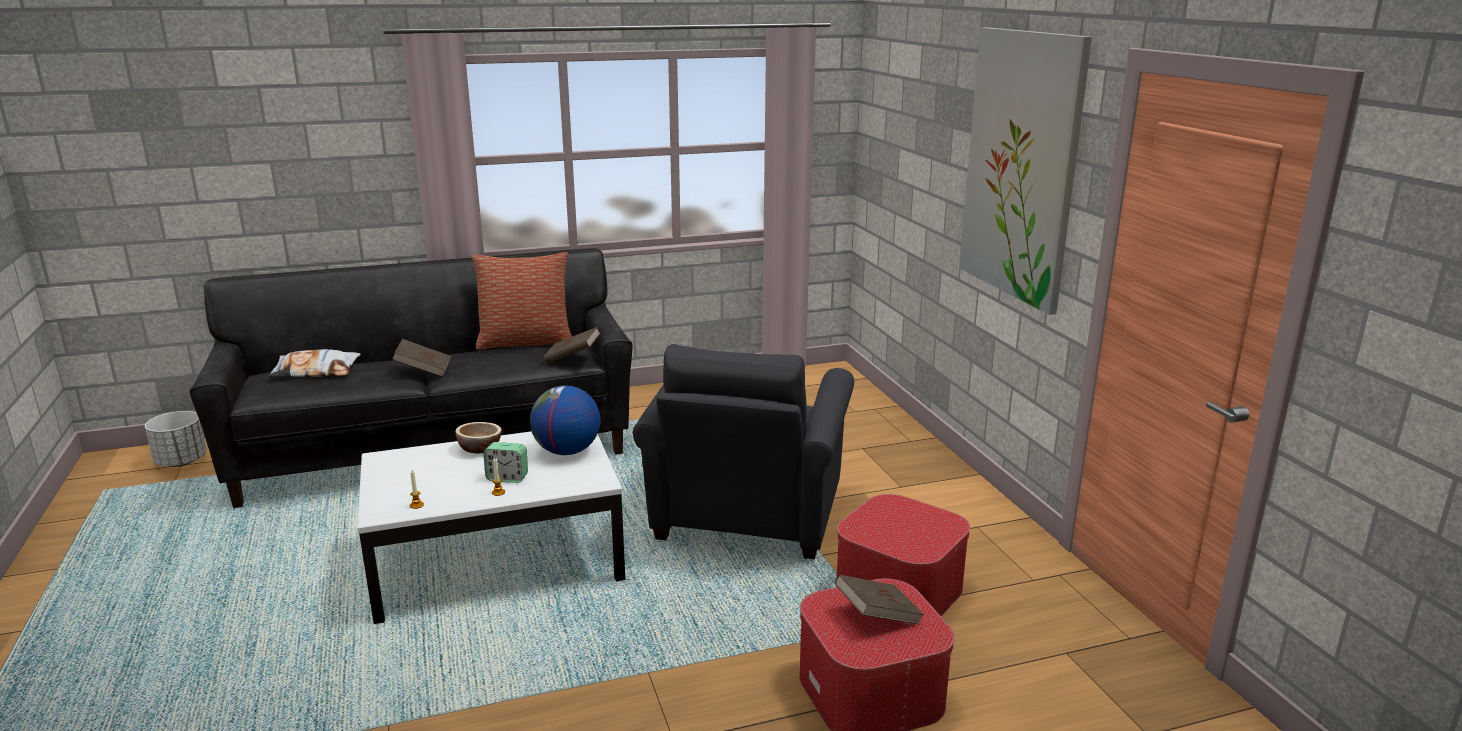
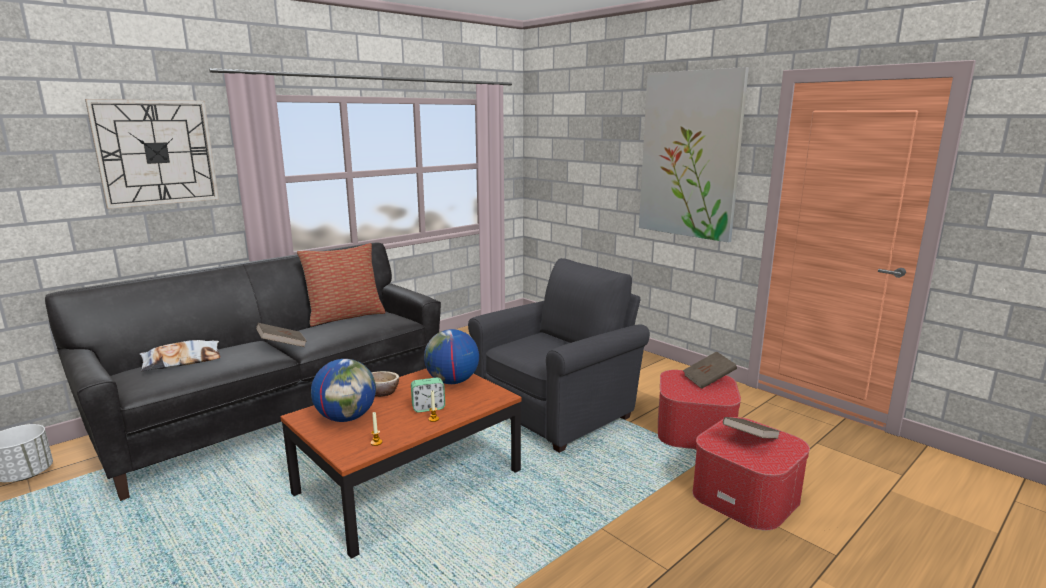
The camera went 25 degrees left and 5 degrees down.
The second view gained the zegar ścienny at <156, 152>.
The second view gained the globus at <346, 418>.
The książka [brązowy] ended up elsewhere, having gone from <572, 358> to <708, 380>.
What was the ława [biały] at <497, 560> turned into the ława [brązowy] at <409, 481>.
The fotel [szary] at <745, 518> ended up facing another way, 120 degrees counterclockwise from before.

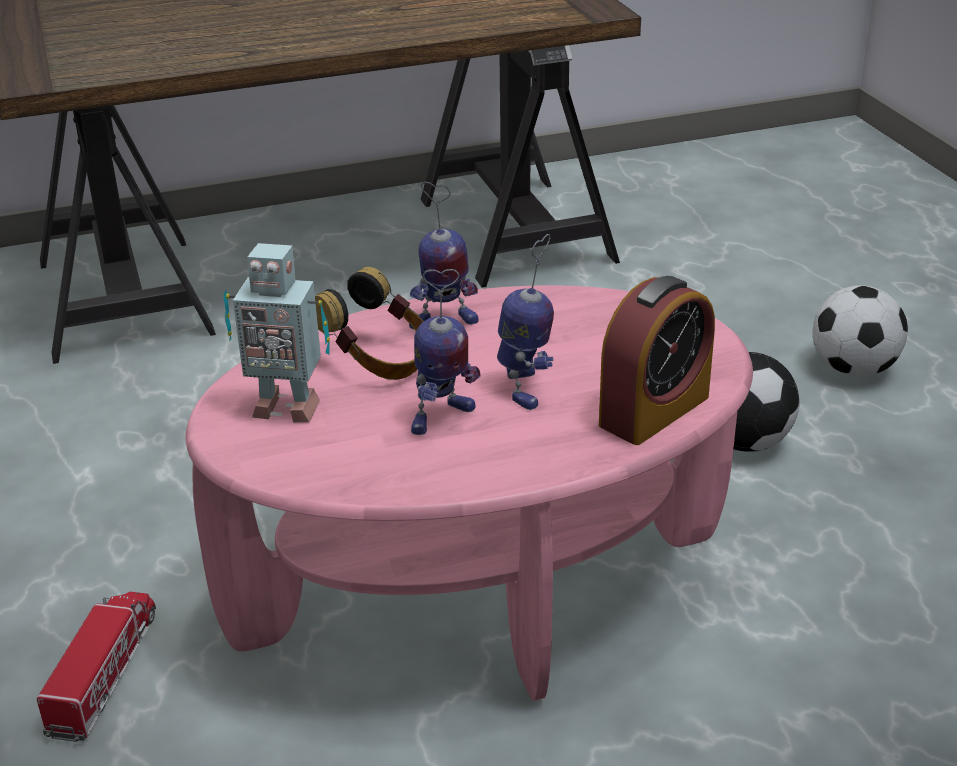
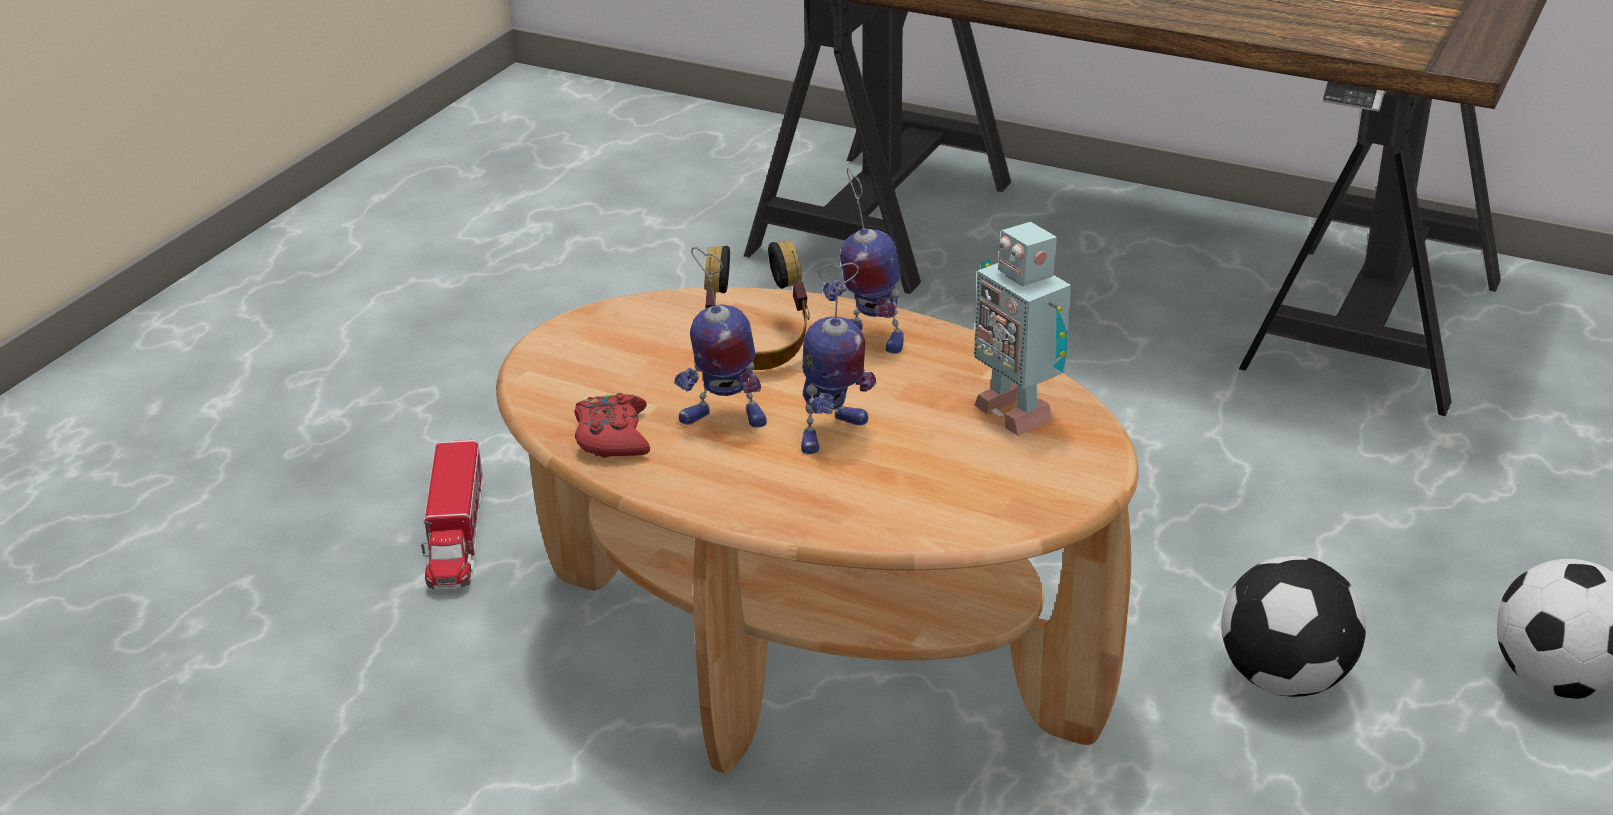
The camera went 45 degrees right and 0 degrees up.
The second view lost the budzik at <654, 411>.
The second view gained the pad do gier [czerwony] at <612, 437>.
The robot zabawkowy ended up elsewhere, having gone from <285, 406> to <1016, 410>.
What was the ława [różowy] at <482, 591> turned into the ława [brązowy] at <811, 655>.
The ciężarówka zabawkowa at <105, 673> ended up facing another way, 120 degrees clockwise from before.

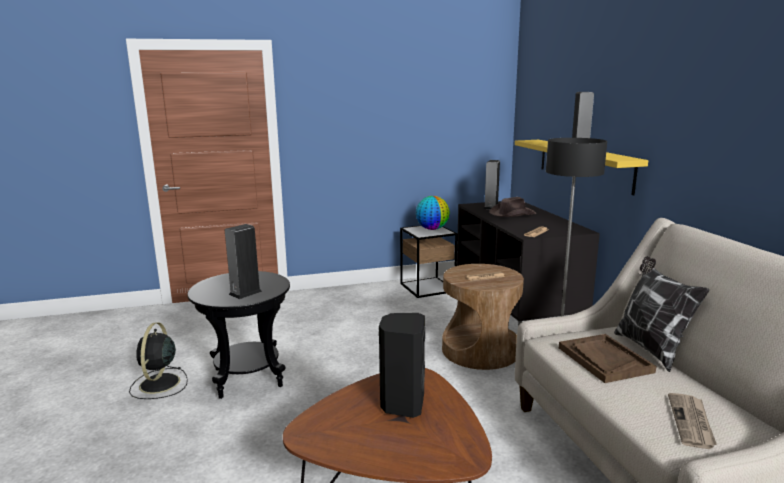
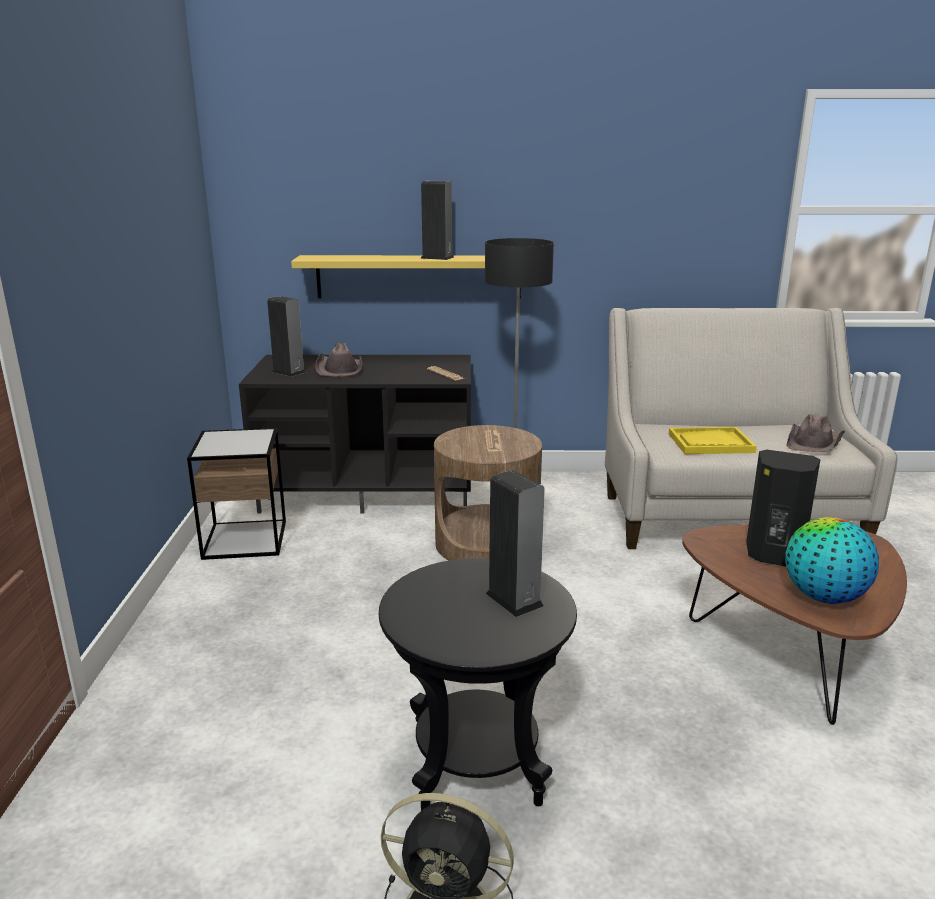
The camera went 75 degrees left and 5 degrees up.
The second view lost the poduszka at <650, 349>.
The globus ended up elsewhere, having gone from <432, 229> to <823, 597>.
Where the gazeta stood at <691, 422>, the kapelusz [brązowy] came to stand at <814, 442>.
What was the taca [brązowy] at <604, 360> turned into the taca [żółty] at <710, 443>.

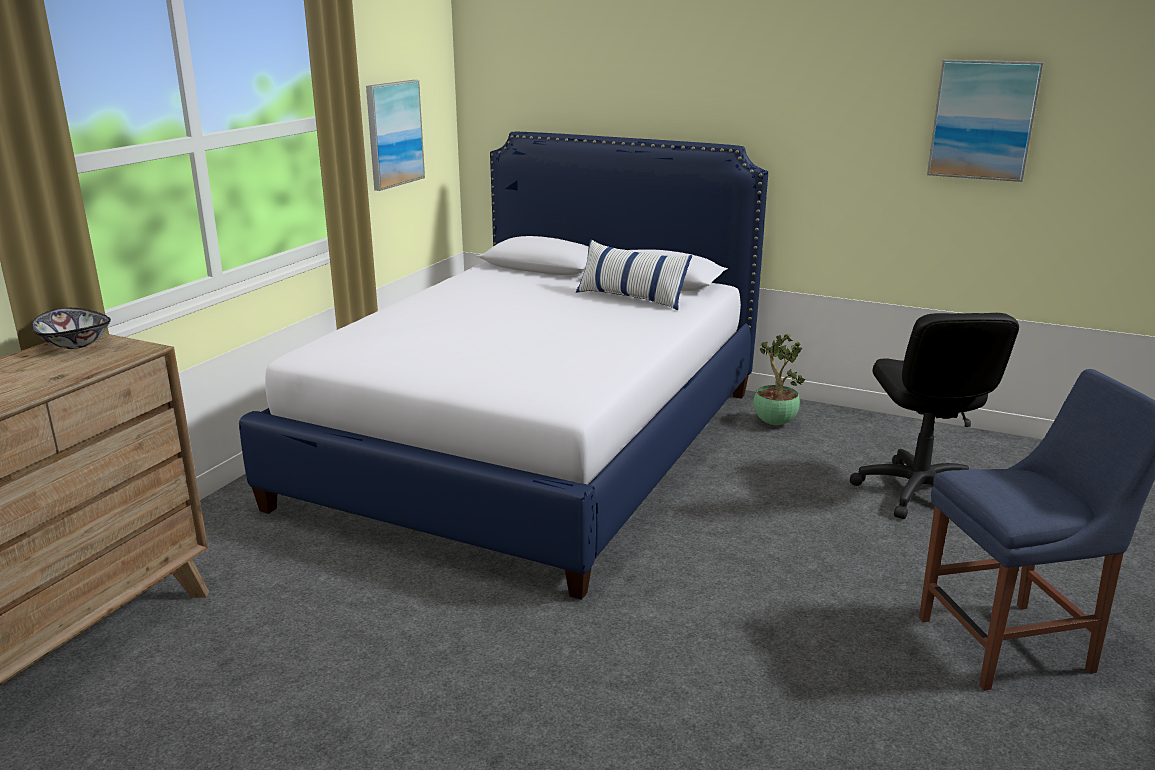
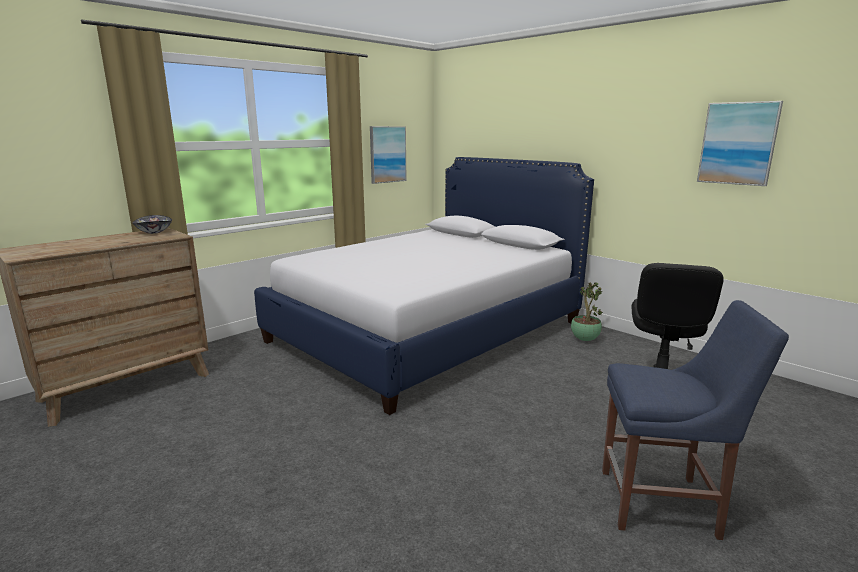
The camera went 20 degrees right and 5 degrees down.
The second view lost the poduszka at <631, 298>.

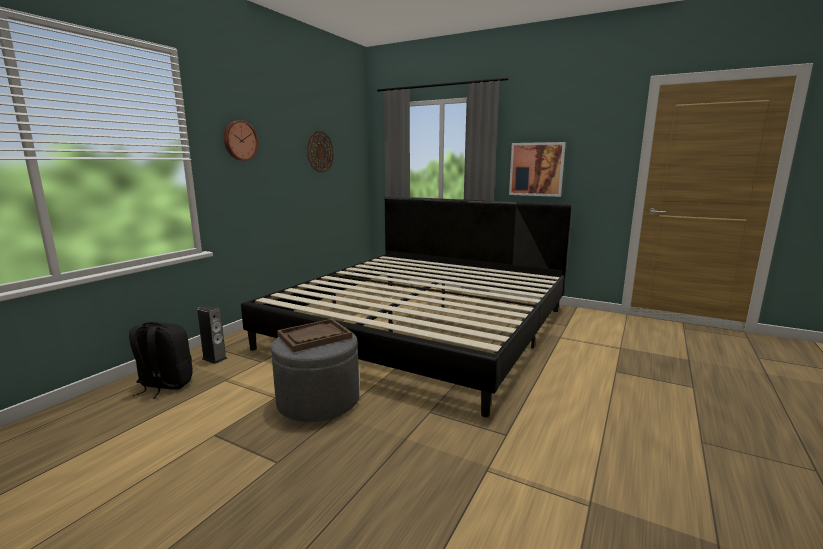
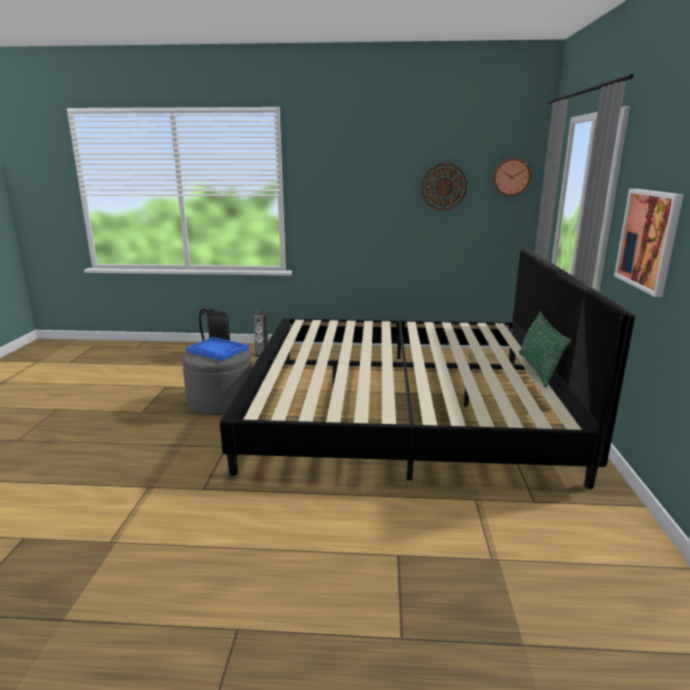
The camera went 65 degrees right and 5 degrees up.
The second view gained the poduszka [zielony] at <538, 369>.
The zegar ścienny ended up elsewhere, having gone from <239, 140> to <511, 177>.
What was the taca [brązowy] at <314, 337> turned into the taca [niebieski] at <217, 350>.

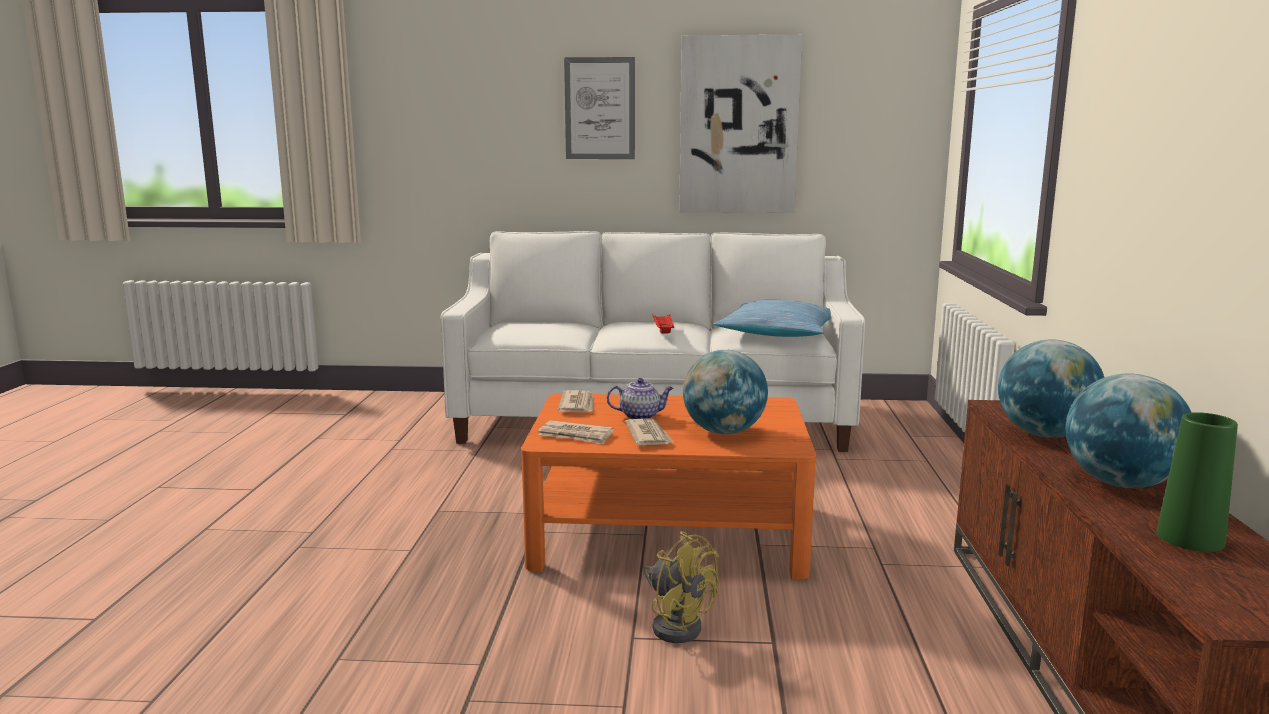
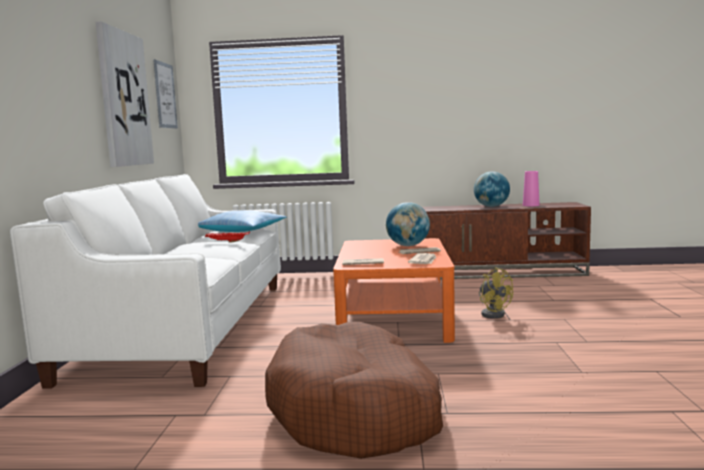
The camera went 90 degrees left and 5 degrees down.
The second view lost the imbryk at <640, 416>.
The second view lost the globus at <1045, 435>.
The second view gained the legowisko [brązowy] at <355, 411>.
The obraz ended up elsewhere, having gone from <600, 108> to <165, 95>.
What was the wazon [zielony] at <1190, 538> turned into the wazon [różowy] at <531, 205>.
The wentylator [żółty] at <676, 624> ended up facing another way, 105 degrees clockwise from before.

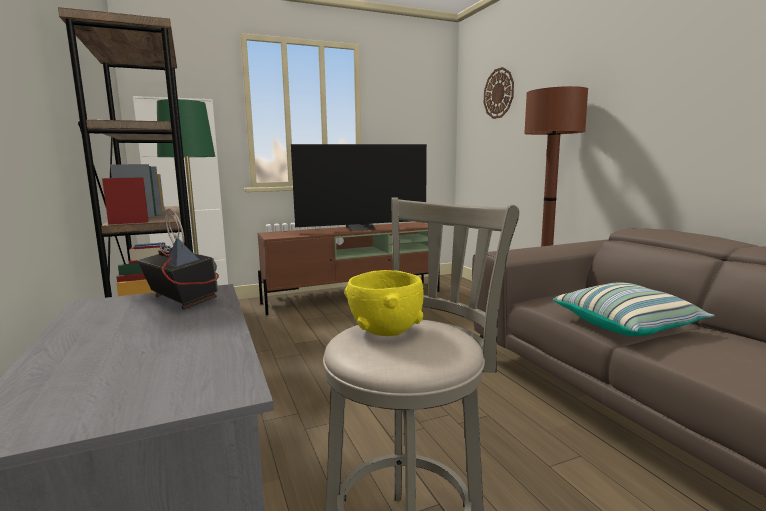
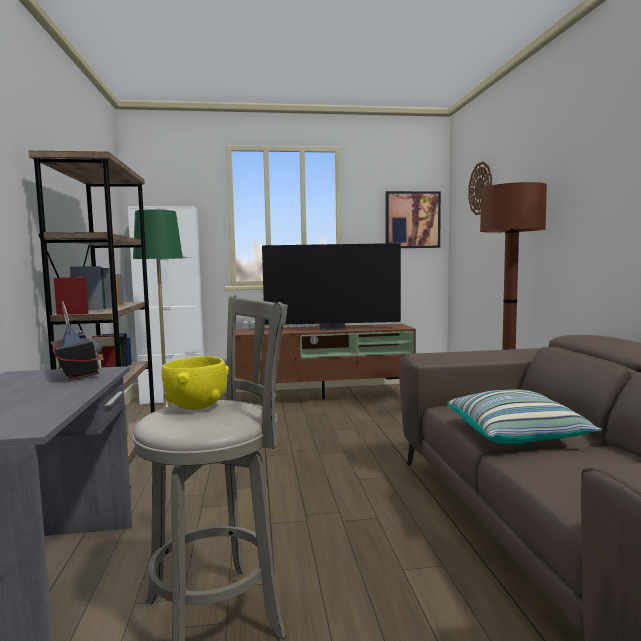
The camera went 15 degrees right and 5 degrees down.
The second view gained the obraz at <412, 220>.

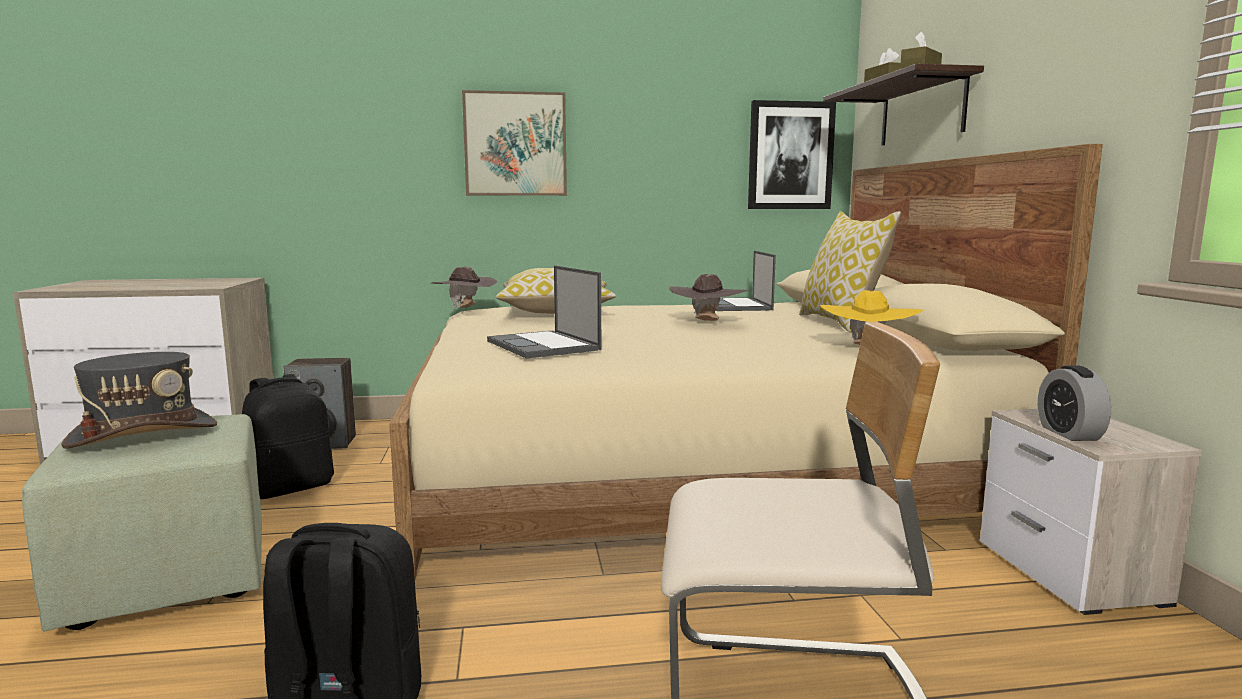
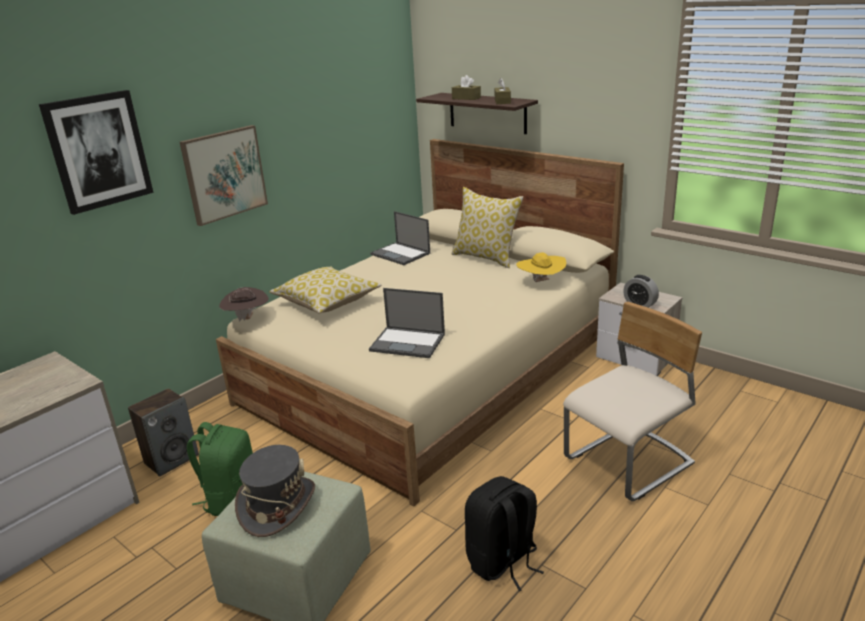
The camera went 40 degrees left and 15 degrees up.
The second view lost the kapelusz [brązowy] at <707, 322>.
The obraz ended up elsewhere, having gone from <790, 156> to <98, 151>.
What was the plecak [czarny] at <291, 487> turned into the plecak [zielony] at <230, 498>.

